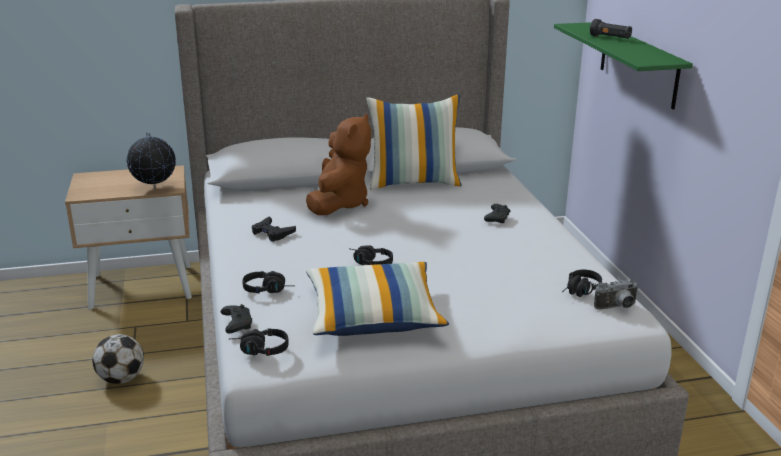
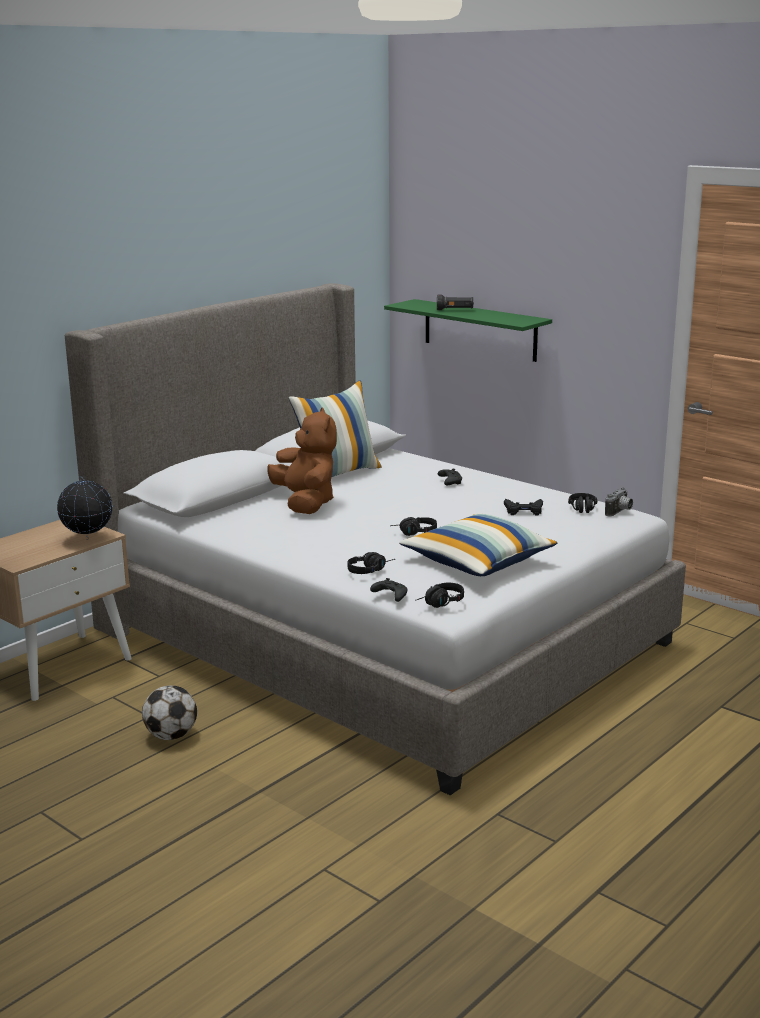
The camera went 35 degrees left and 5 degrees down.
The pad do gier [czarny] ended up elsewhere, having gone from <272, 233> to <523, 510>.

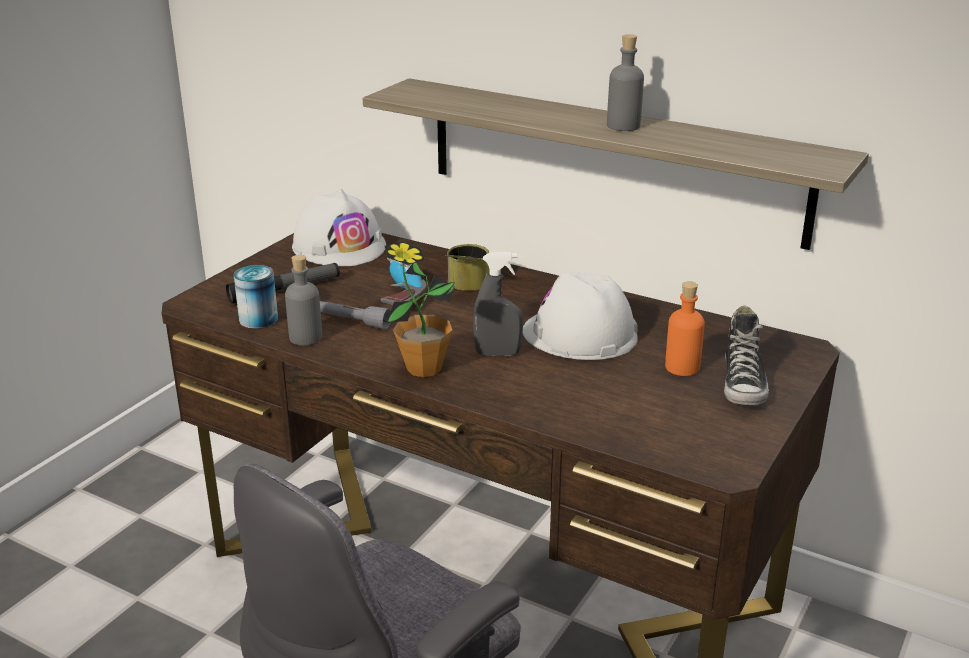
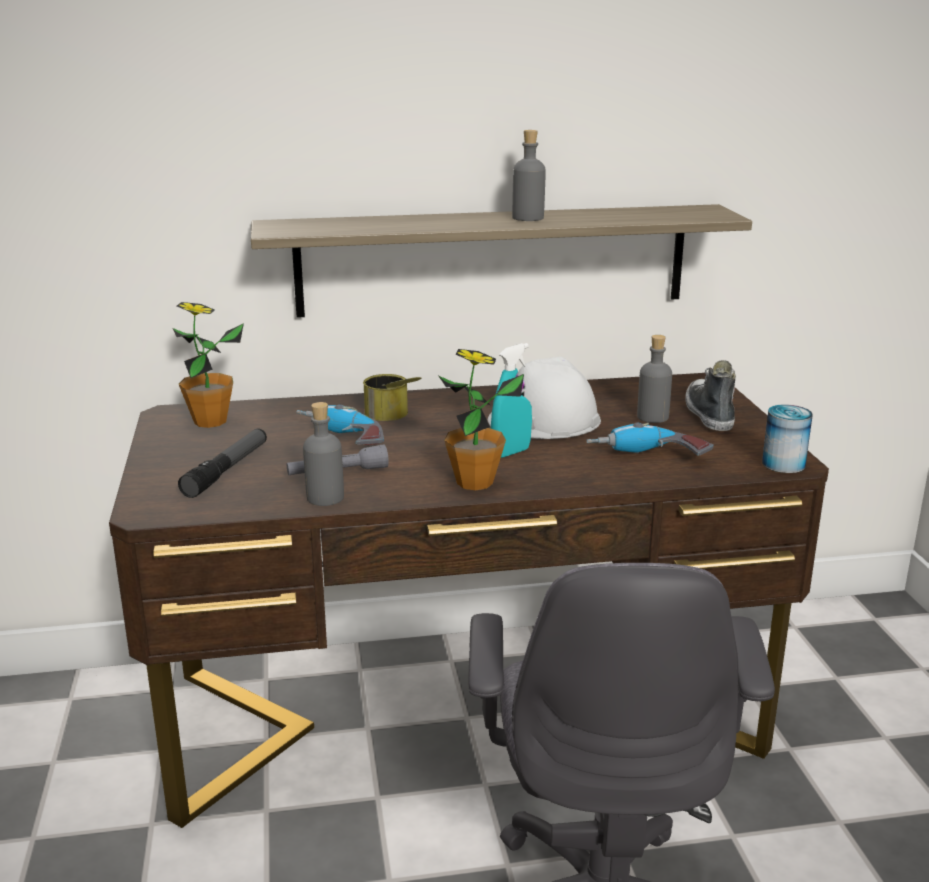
The camera went 40 degrees left and 5 degrees down.
The second view gained the wiertarka at <648, 457>.
The puszka ended up elsewhere, having gone from <258, 319> to <783, 464>.
Where the kask [biały] stood at <339, 246>, the roślina doniczkowa came to stand at <210, 422>.
What was the spryskiwacz [szary] at <498, 353> turned into the spryskiwacz [turkusowy] at <511, 452>.
What was the butelka [pomarańczowy] at <682, 367> turned into the butelka [szary] at <652, 417>.
The but at <743, 384> ended up facing another way, 150 degrees counterclockwise from before.

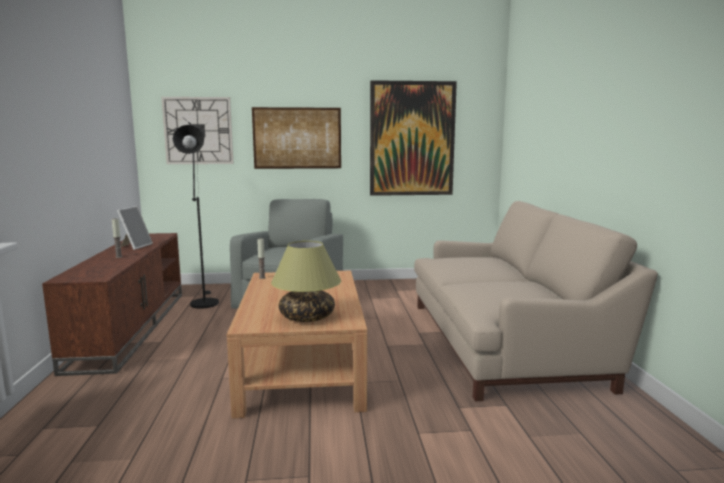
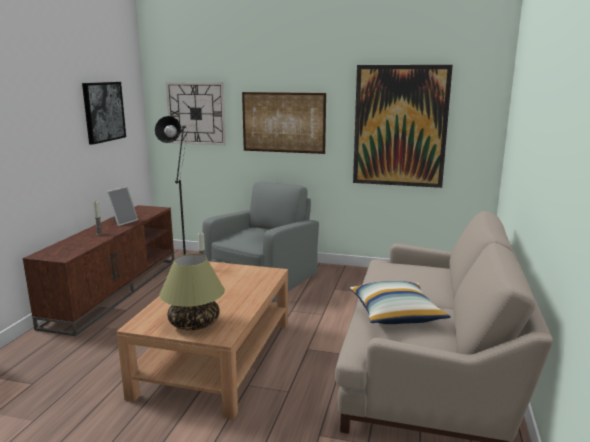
The camera went 20 degrees right and 5 degrees up.
The second view gained the obraz at <103, 111>.
The second view gained the poduszka at <396, 314>.

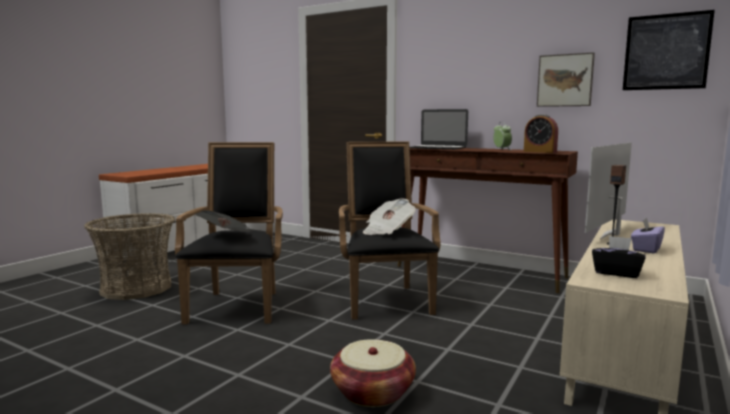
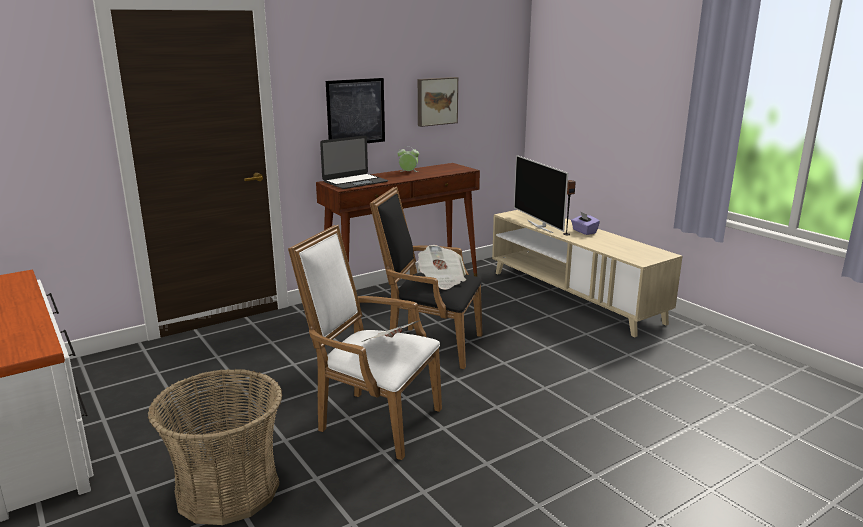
The camera went 65 degrees left and 10 degrees up.
The second view lost the koszyk at <372, 392>.
The second view lost the budzik at <540, 152>.
The second view lost the pudełko chusteczek [czarny] at <616, 273>.
The obraz ended up elsewhere, having gone from <666, 52> to <356, 112>.
What was the fotel [czarny] at <238, 304> turned into the fotel [biały] at <372, 419>.

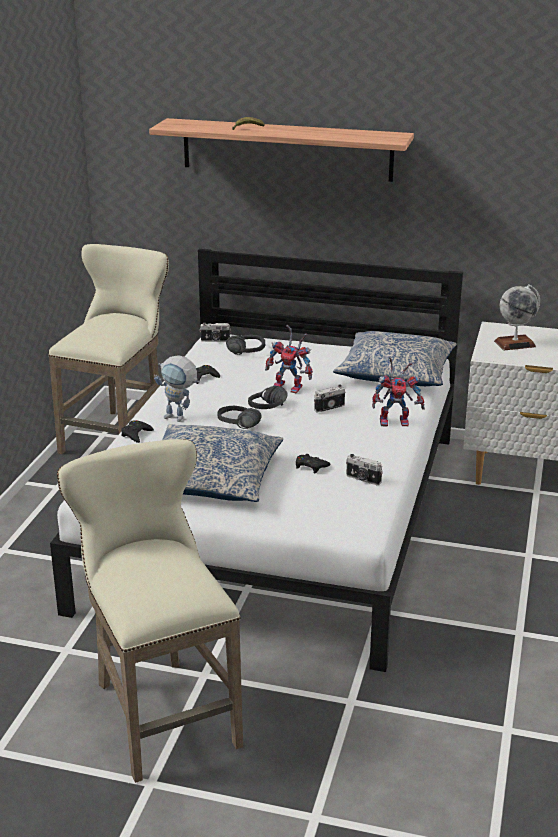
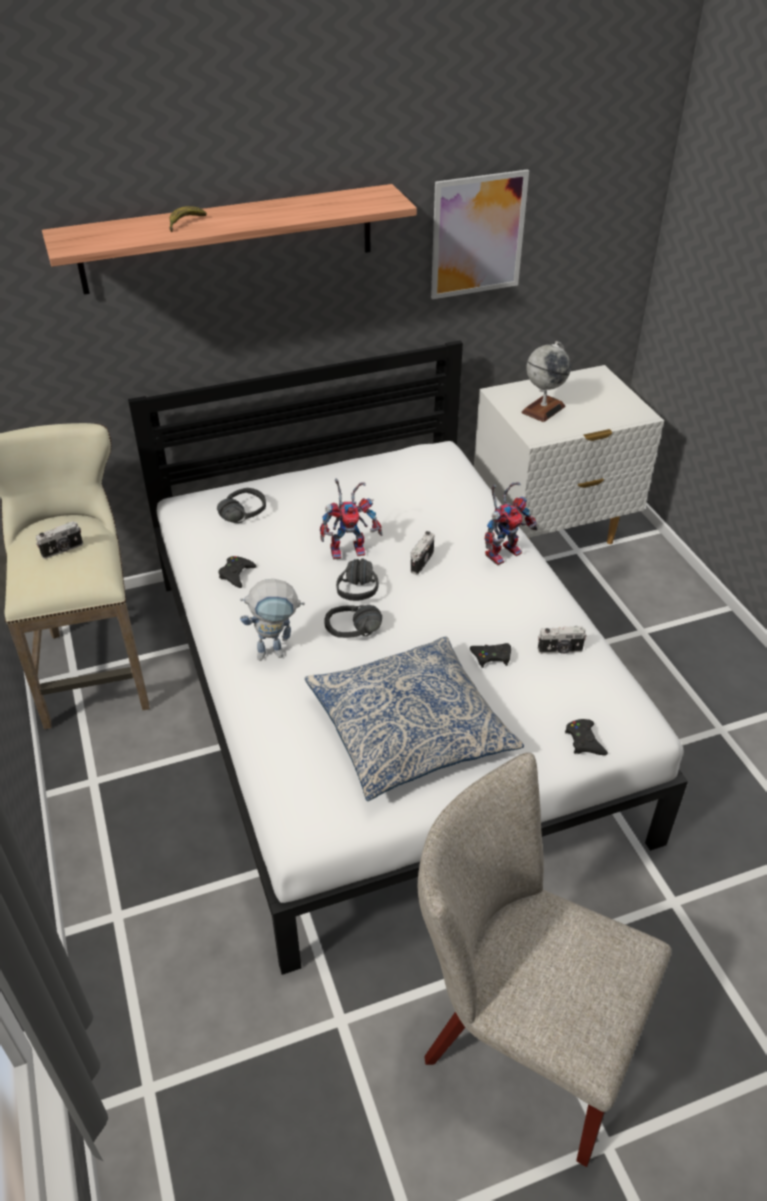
The camera went 35 degrees left and 15 degrees up.
The second view lost the poduszka at <395, 373>.
The second view gained the obraz at <478, 235>.
The pad do gier [czarny] ended up elsewhere, having gone from <136, 434> to <584, 741>.
The aparat fotograficzny ended up elsewhere, having gone from <215, 340> to <63, 550>.
Where the stołek [beżowy] stood at <160, 709>, the krzesło [beżowy] came to stand at <519, 1036>.

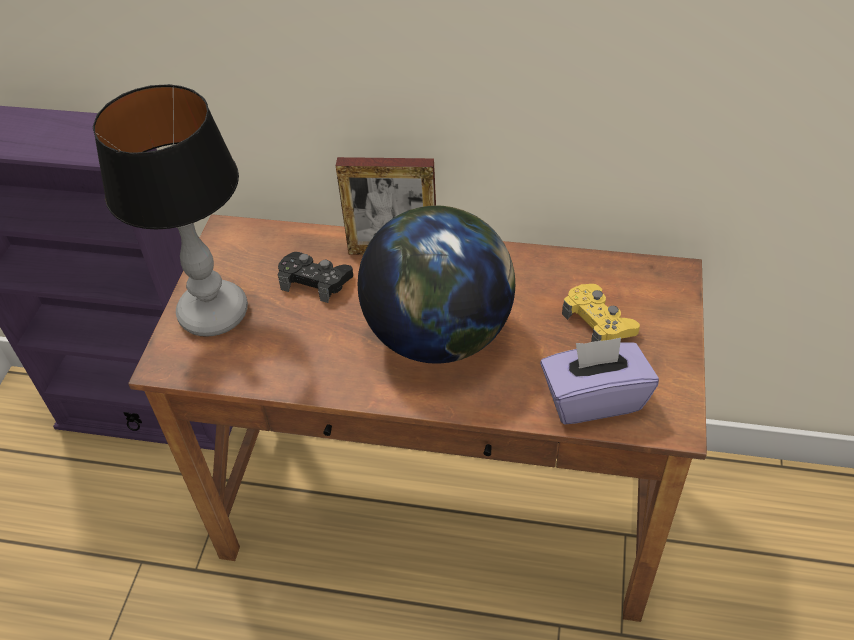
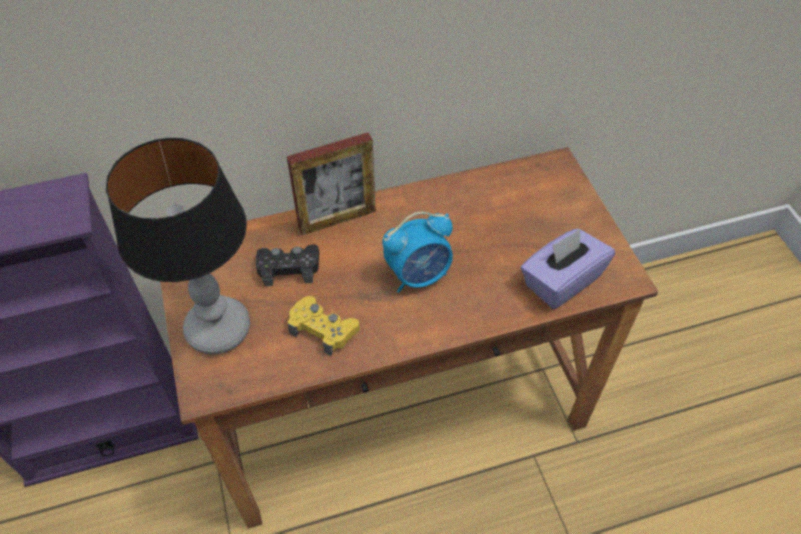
The camera went 30 degrees left and 5 degrees up.
The pad do gier [żółty] ended up elsewhere, having gone from <598, 322> to <323, 329>.
Where the globus stood at <439, 335>, the budzik came to stand at <419, 275>.

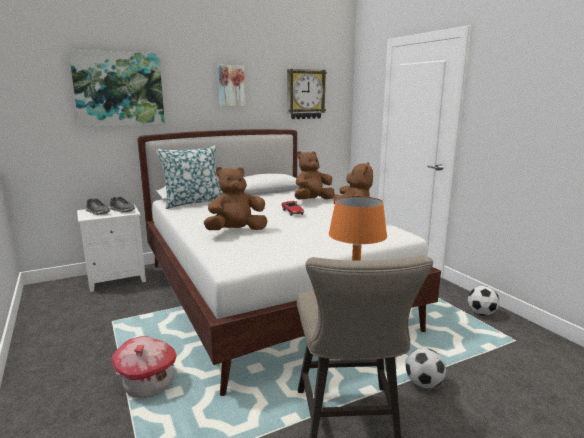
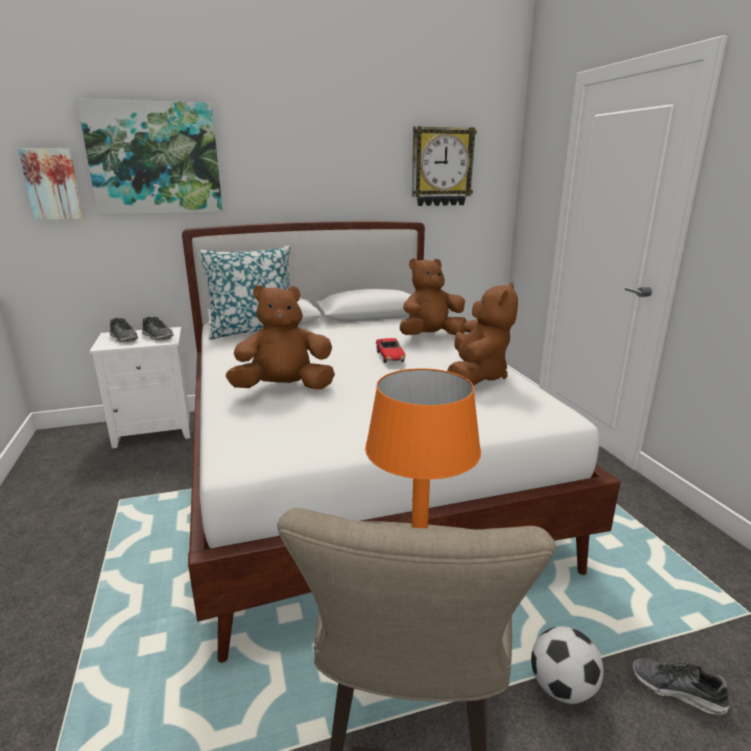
The camera went 10 degrees right and 5 degrees up.
The second view lost the domek at <148, 383>.
The second view lost the piłka futbolowa at <481, 313>.
The second view gained the but at <677, 690>.
The obraz ended up elsewhere, having gone from <231, 86> to <53, 184>.

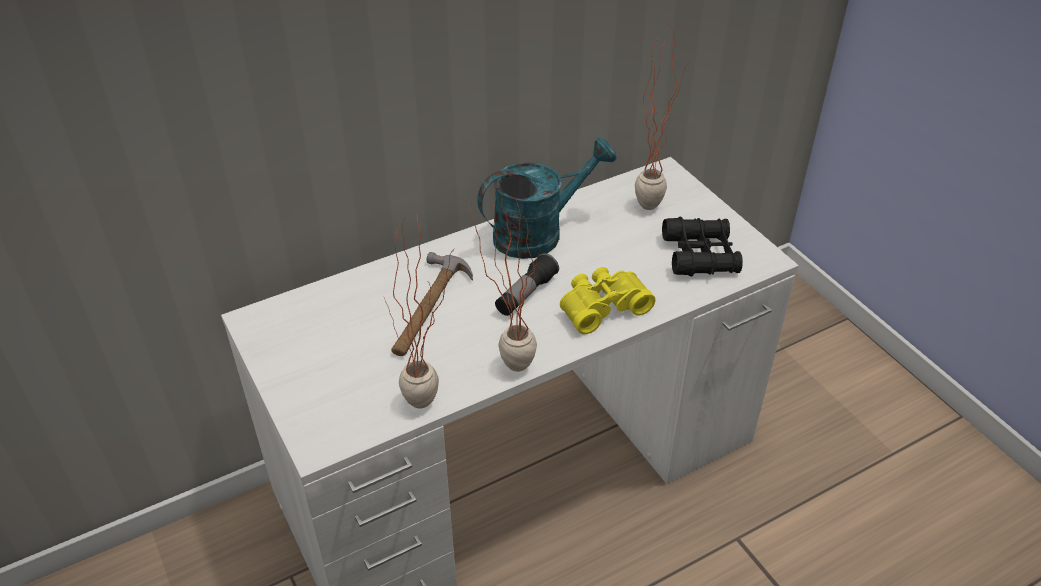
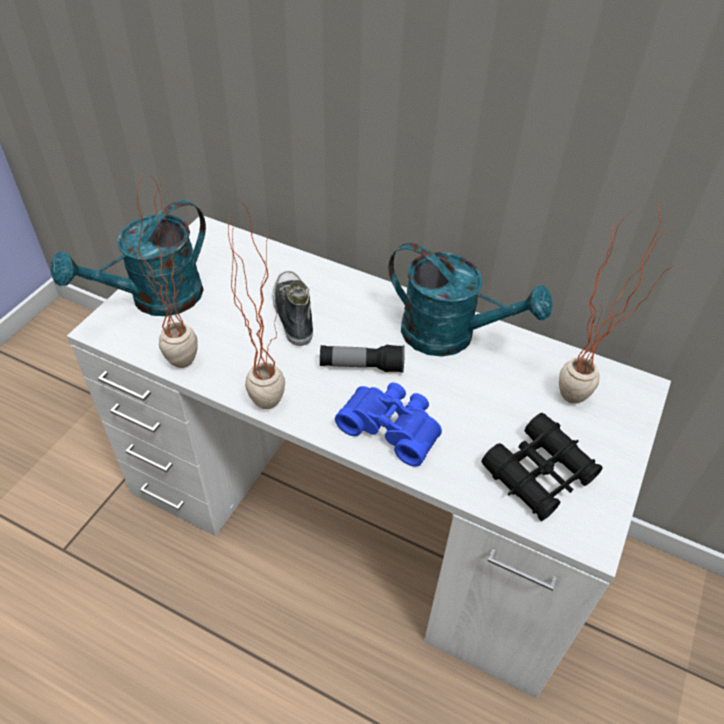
The camera went 55 degrees right and 5 degrees up.
The second view gained the konewka [turkusowy] at <155, 300>.
Where the młotek stood at <428, 308>, the but came to stand at <293, 314>.
What was the lornetka [żółty] at <602, 306> turned into the lornetka [niebieski] at <392, 427>.

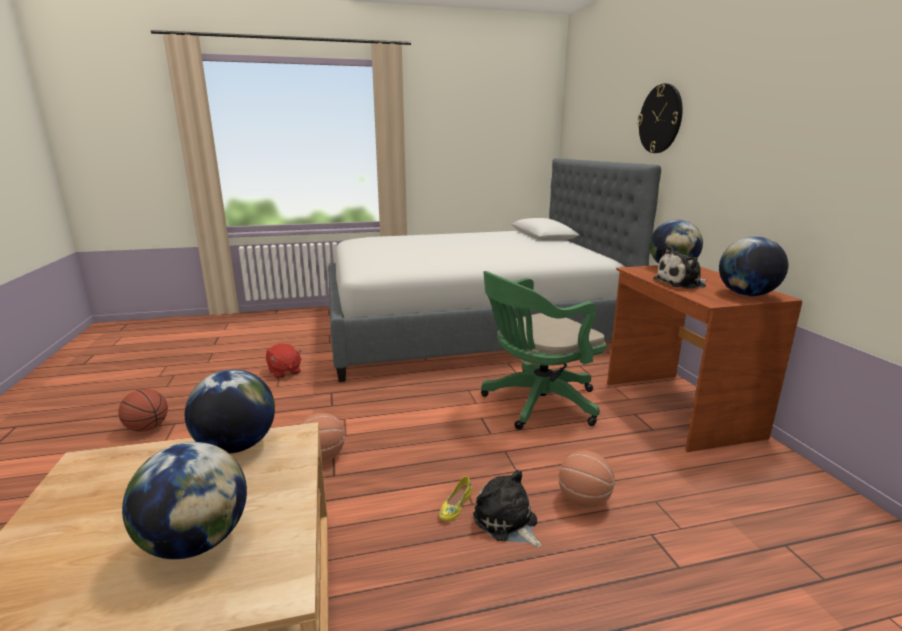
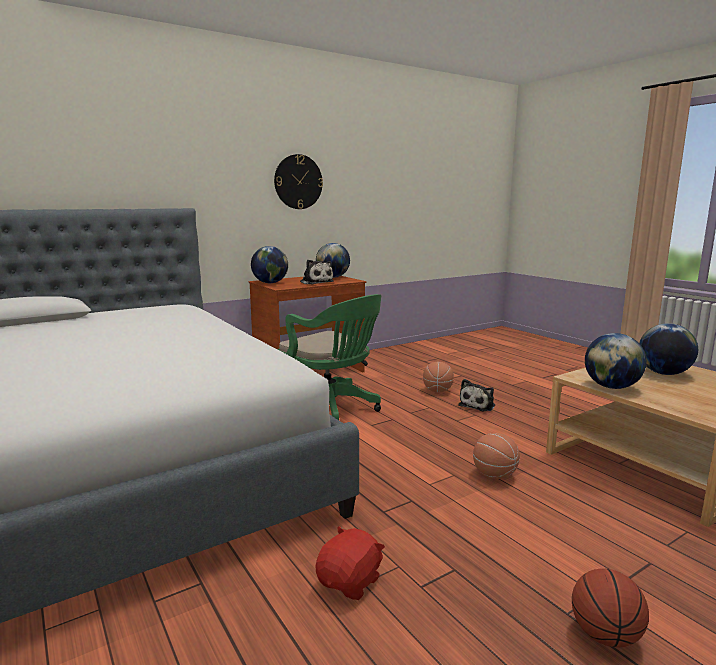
The camera went 110 degrees left and 5 degrees down.
The second view lost the but [żółty] at <455, 506>.
The zegar ścienny ended up elsewhere, having gone from <660, 119> to <298, 182>.

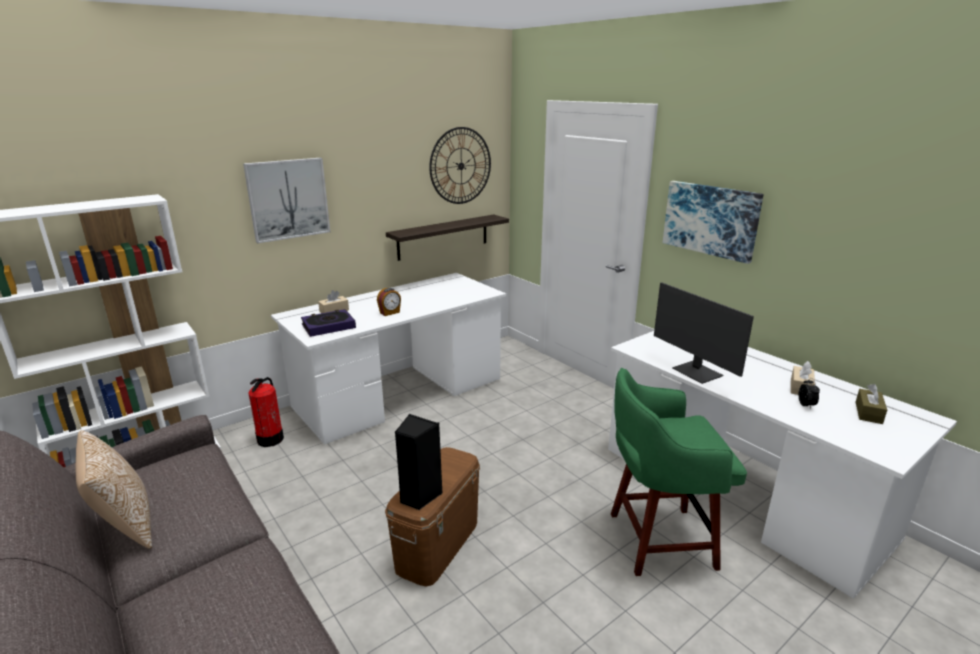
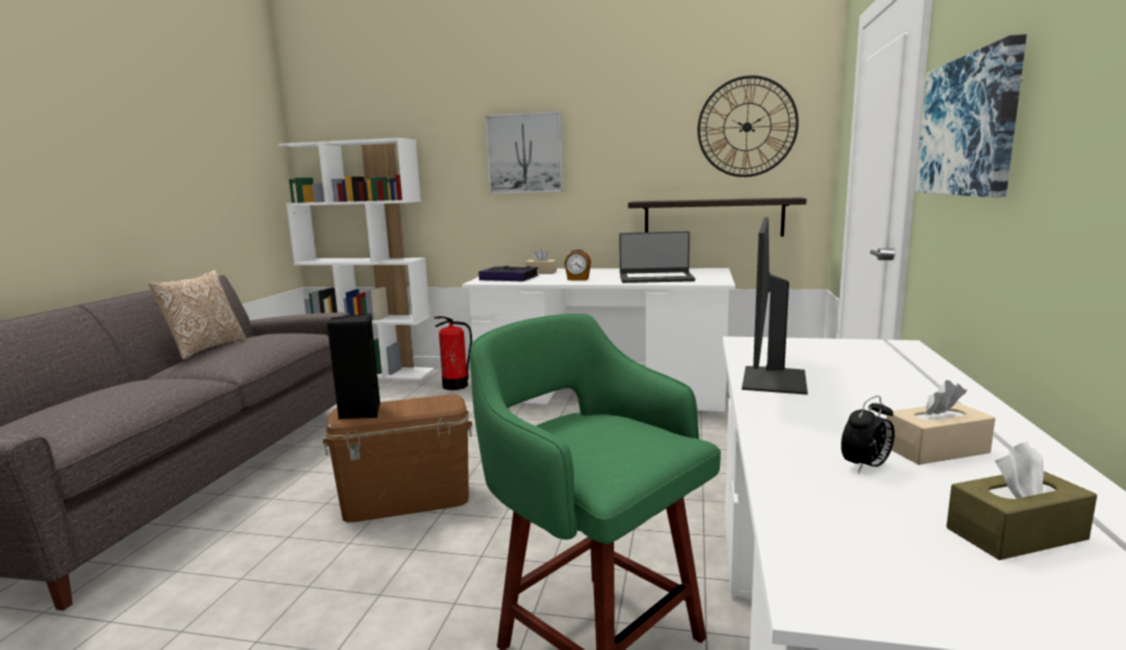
The camera went 50 degrees right and 10 degrees down.
The second view gained the laptop at <656, 278>.

